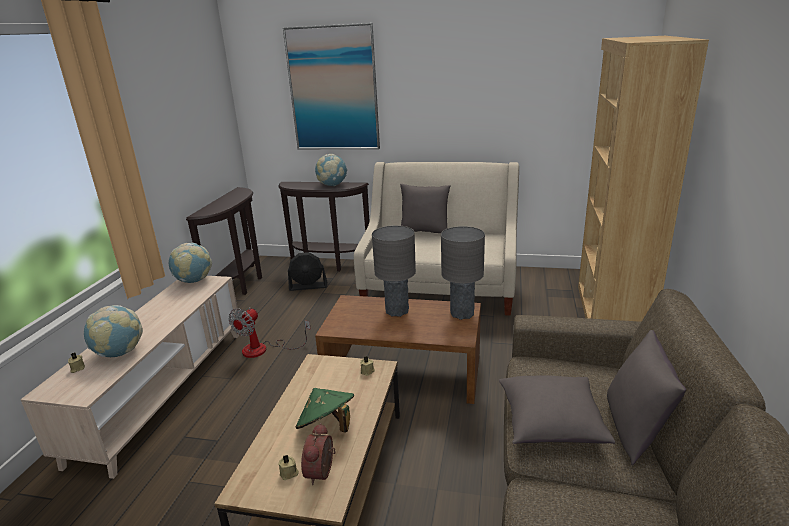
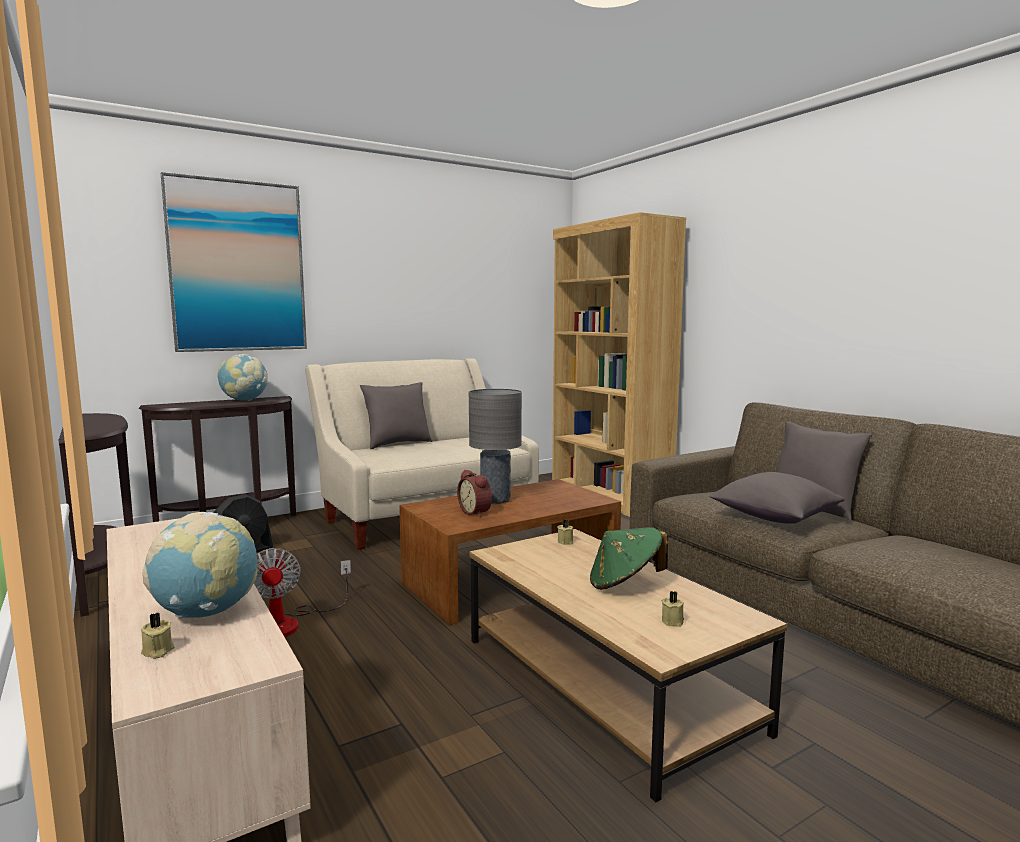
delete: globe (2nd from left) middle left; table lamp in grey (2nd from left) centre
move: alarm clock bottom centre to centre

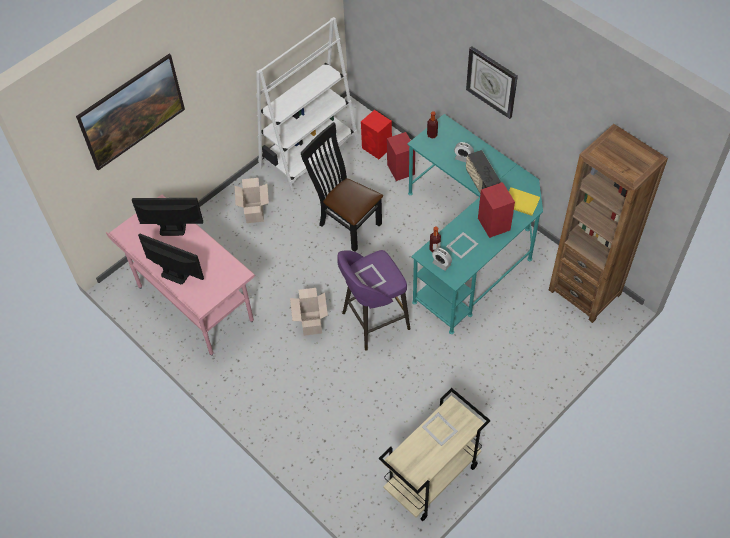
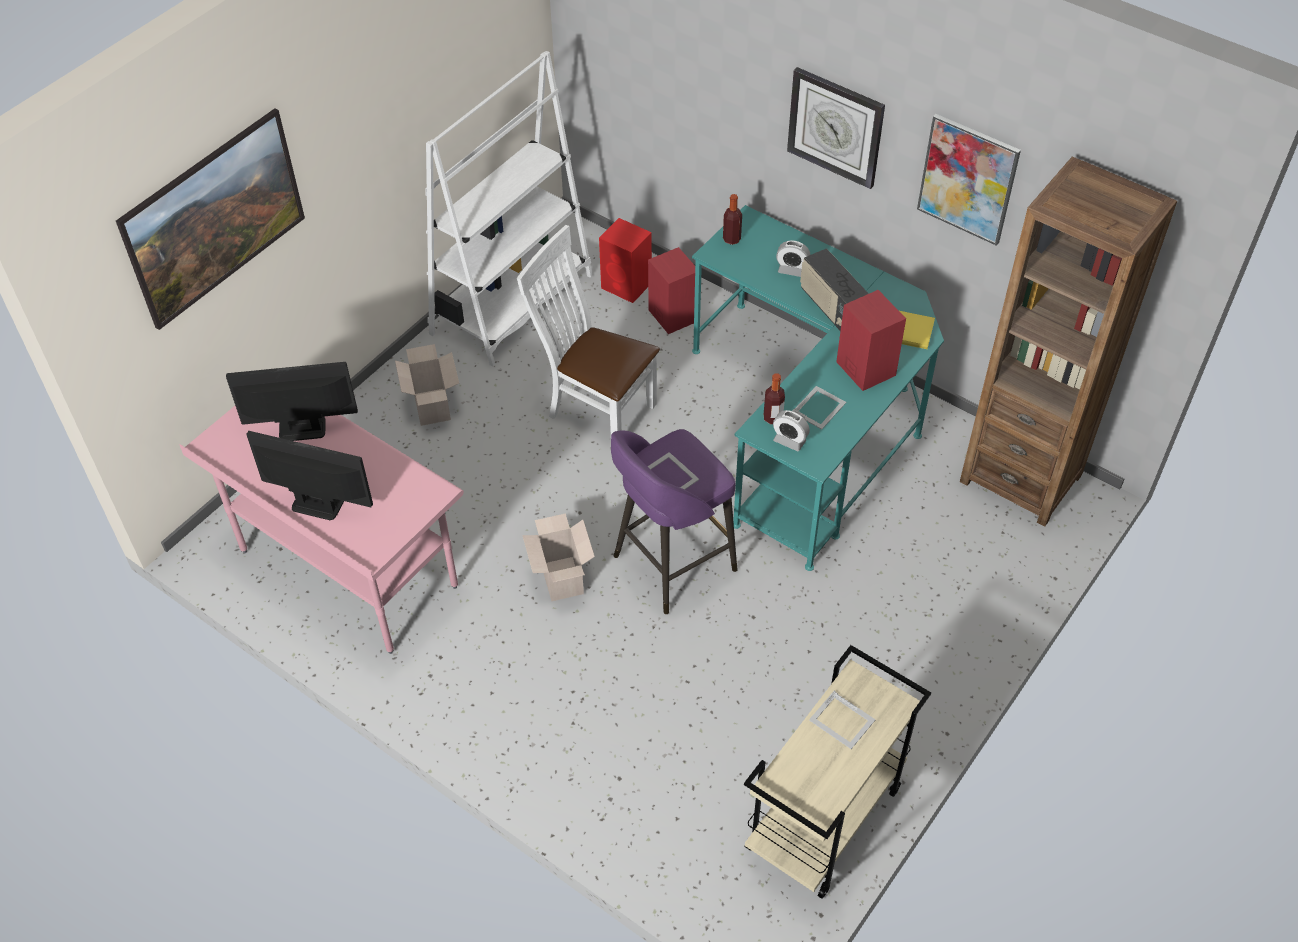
insert: picture (2nd from left) top right
recolor: chair in black centre to chair in white centre

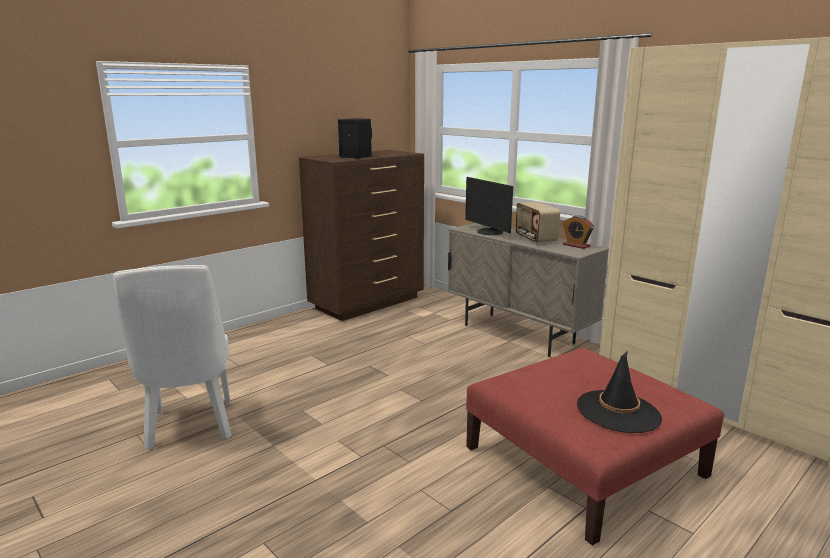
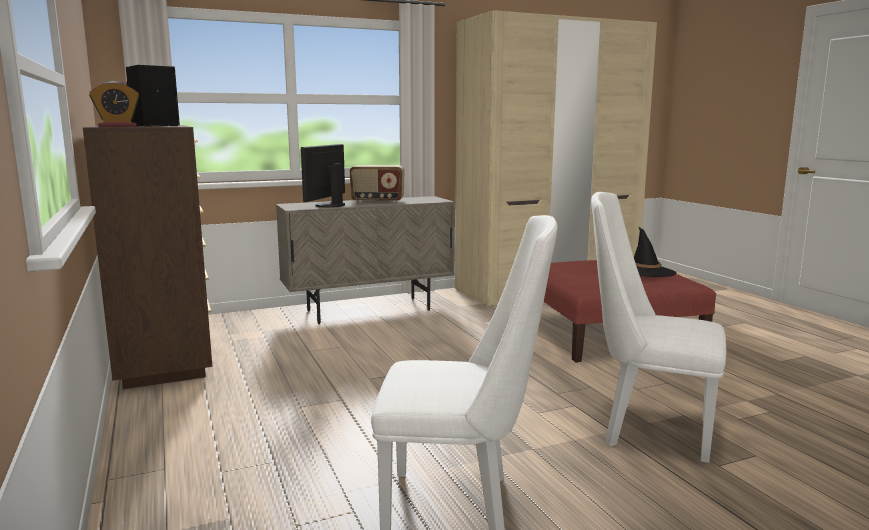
insert: chair in white (2nd from left) middle right
move: alarm clock middle right to top left
rotate: monitor centre = top centre 120 degrees clockwise

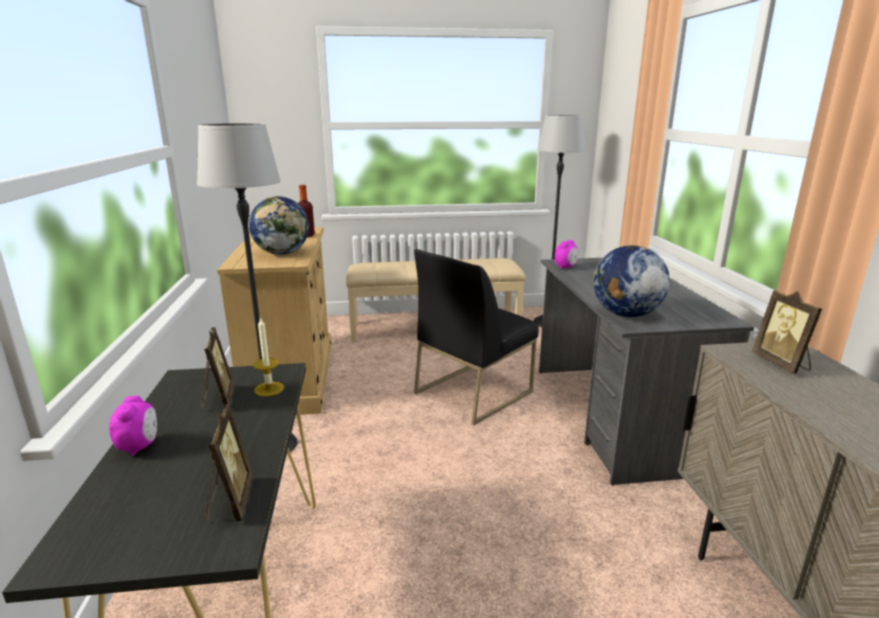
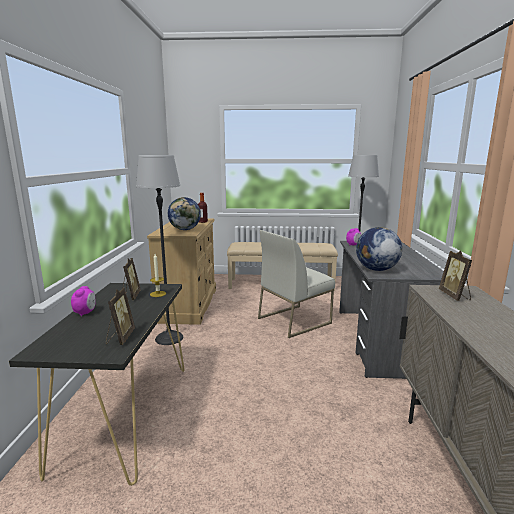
recolor: chair in black centre to chair in white centre

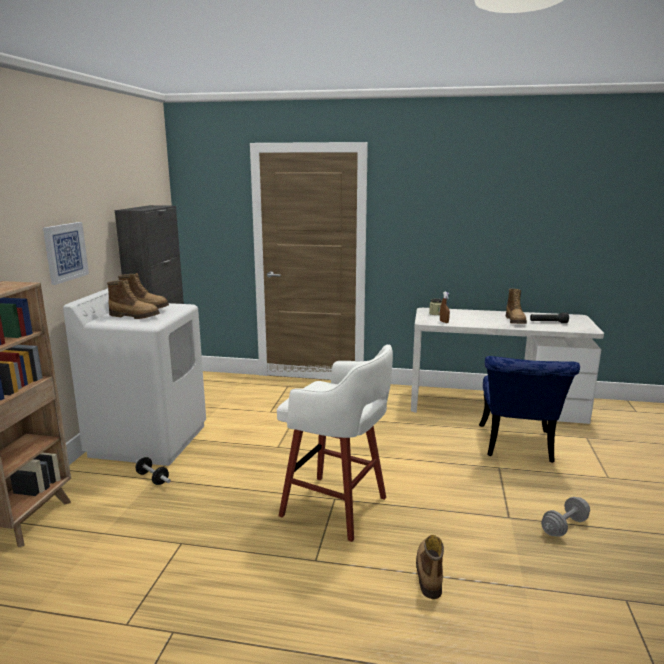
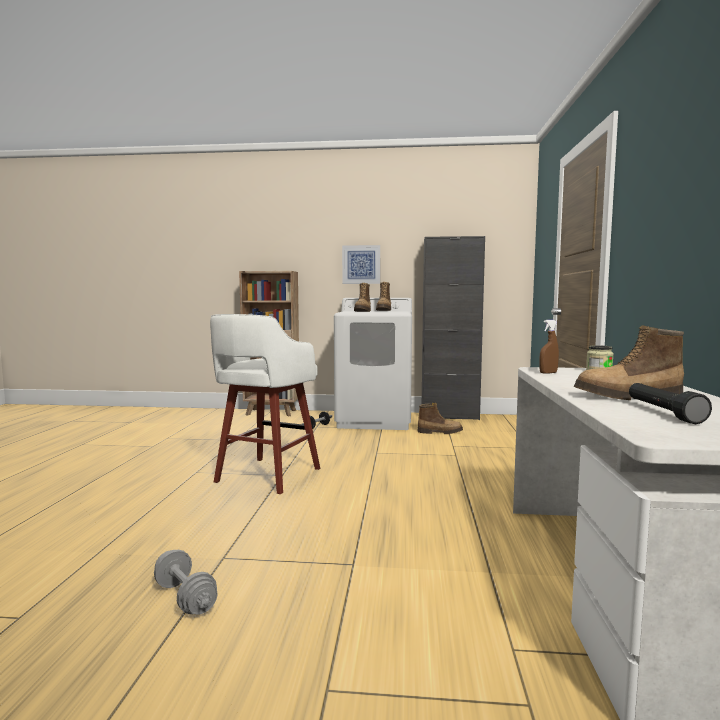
delete: chair in blue middle right
move: boot (3rd from left) bottom centre to centre

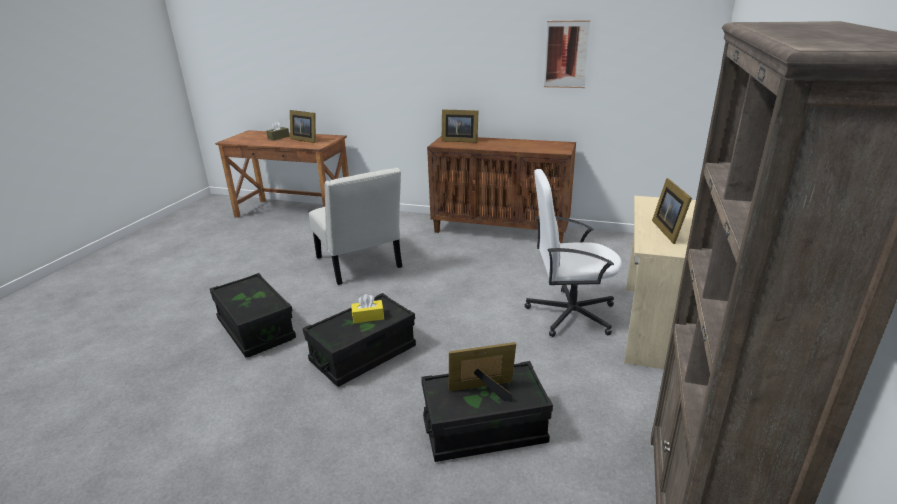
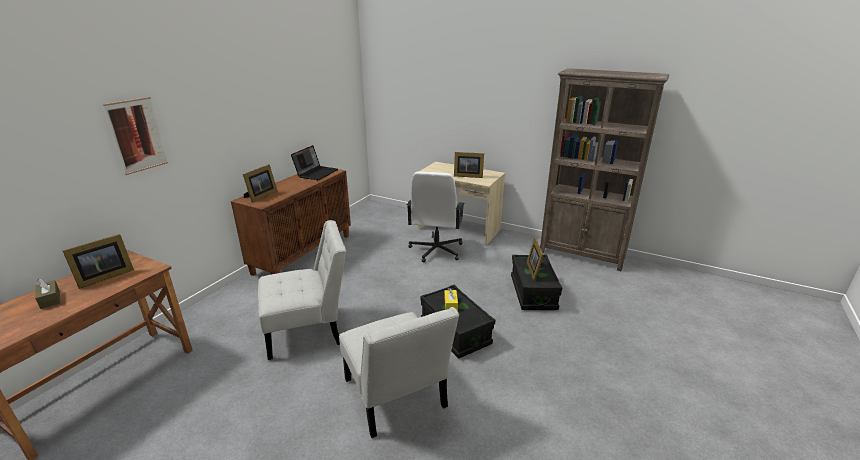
insert: laptop centre
move: picture top centre to top left
replace: storage box in black (1st from left) middle left to chair in white (2nd from left) bottom centre

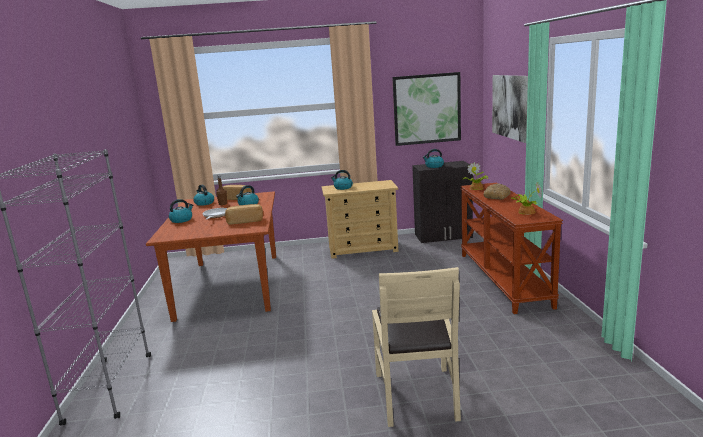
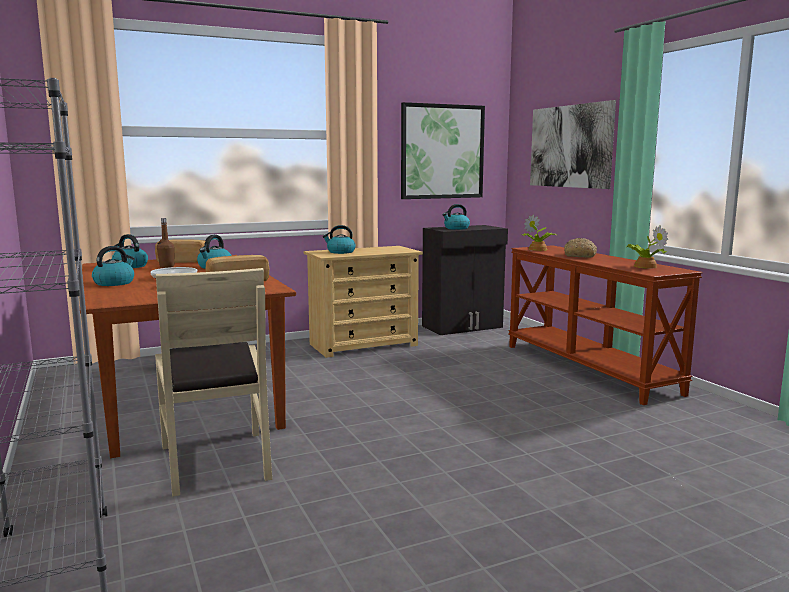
move: chair in beige bottom centre to middle left

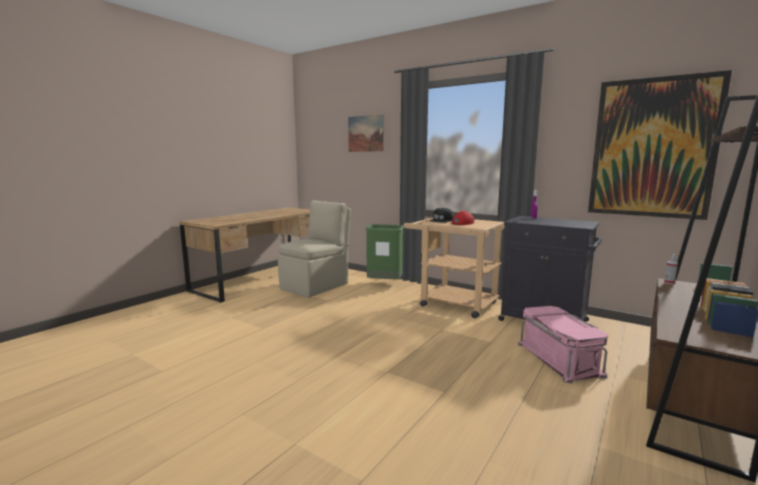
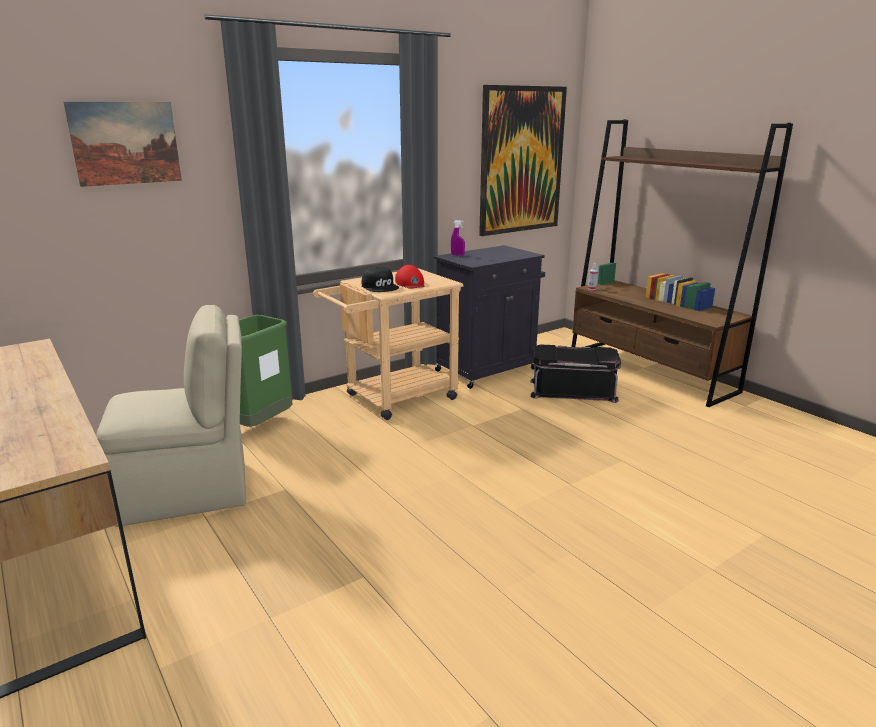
recolor: storage box in pink bottom right to storage box in black centre
rotate: chair in beige centre = middle left 105 degrees clockwise

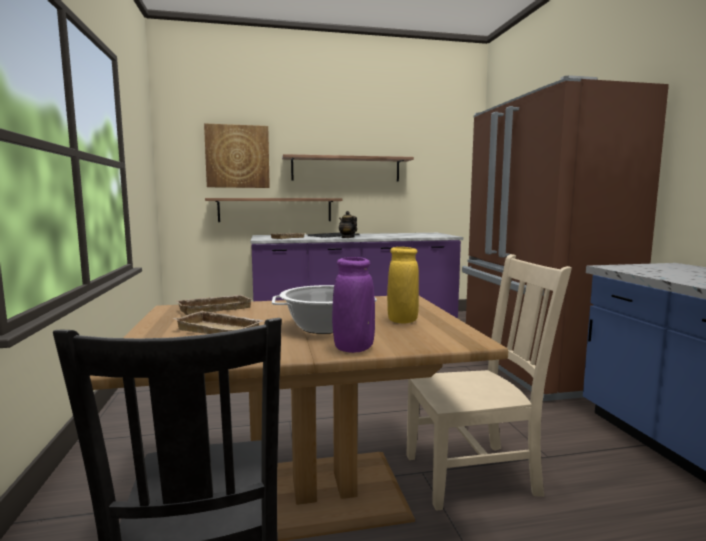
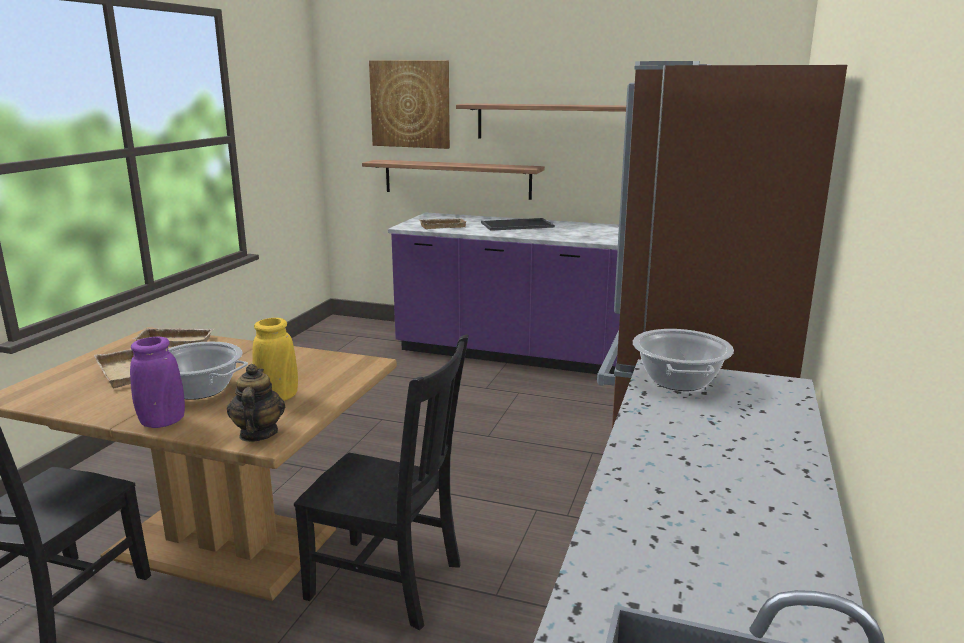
insert: cooking pot (2nd from left) middle right
move: teapot centre to middle left
recolor: chair in beige bottom right to chair in black (2nd from left) bottom centre

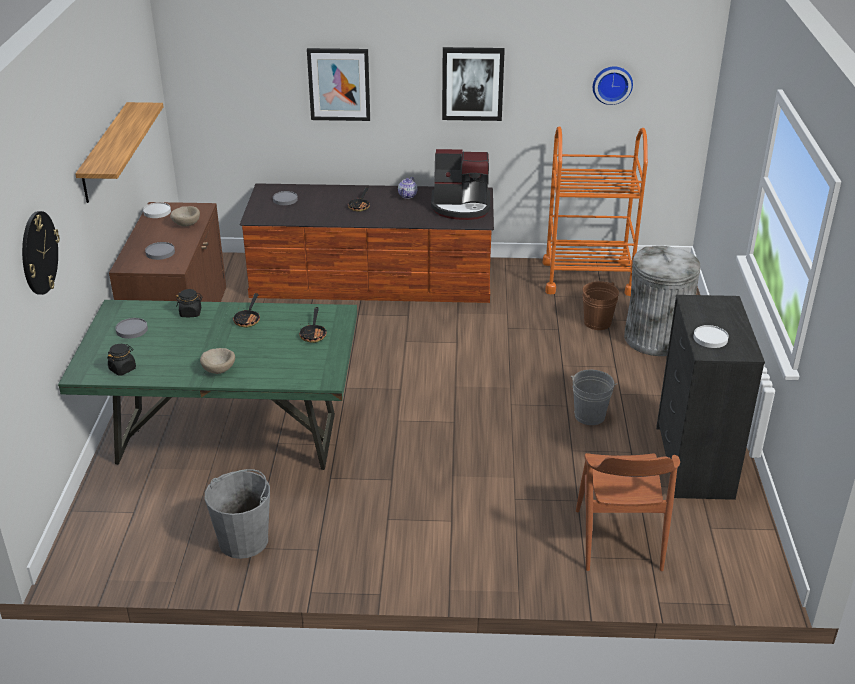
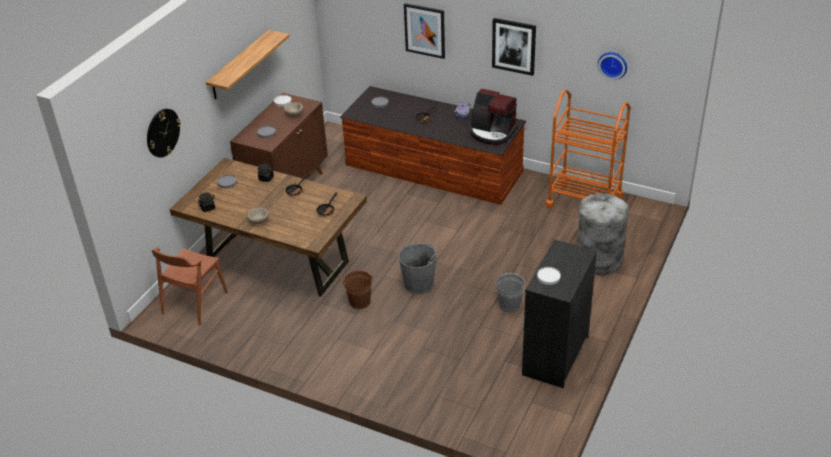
move: bucket in grey (1st from left) bottom left to centre; chair in brown bottom right to middle left; bucket in brown middle right to centre
recolor: dining table in green middle left to dining table in brown middle left

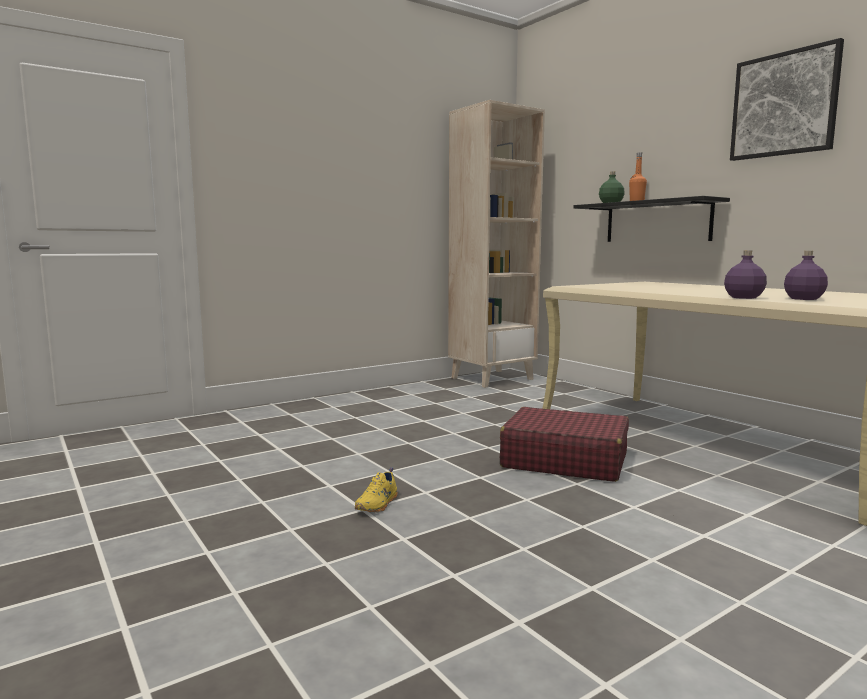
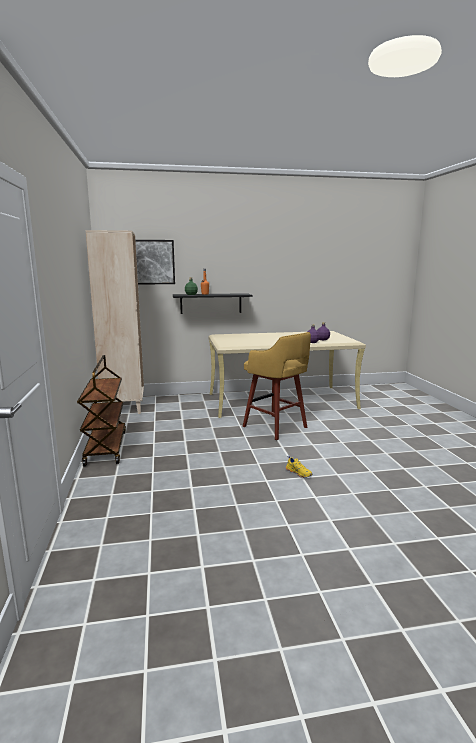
insert: cart in brown middle left
move: picture top right to middle left
replace: suitcase in red centre to stool in yellow centre

